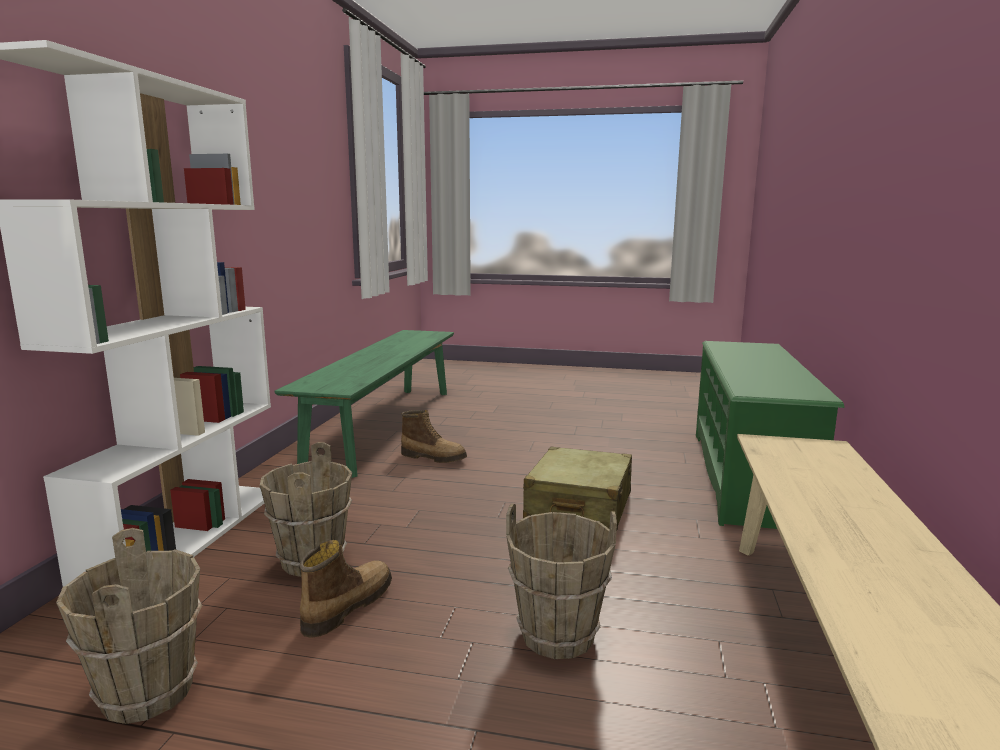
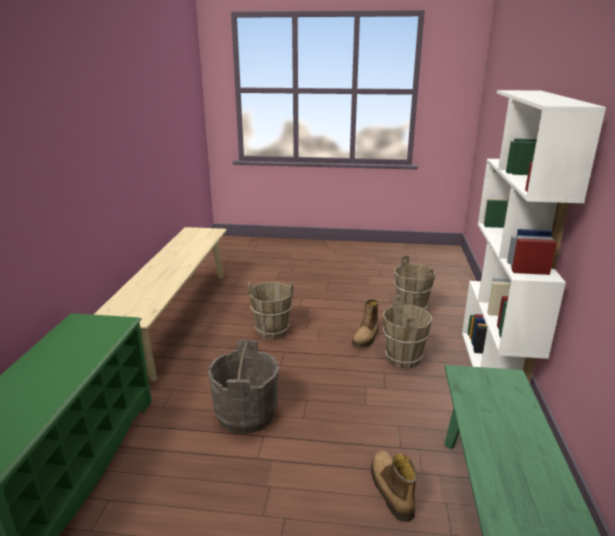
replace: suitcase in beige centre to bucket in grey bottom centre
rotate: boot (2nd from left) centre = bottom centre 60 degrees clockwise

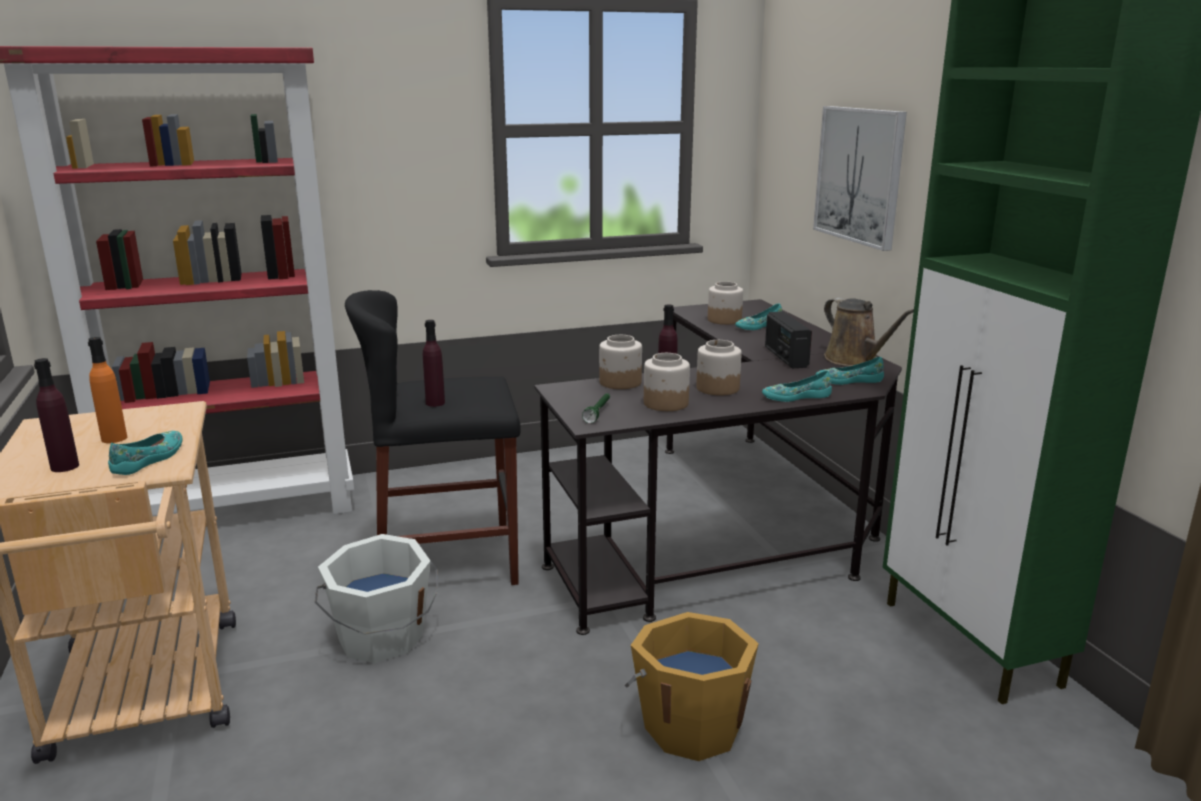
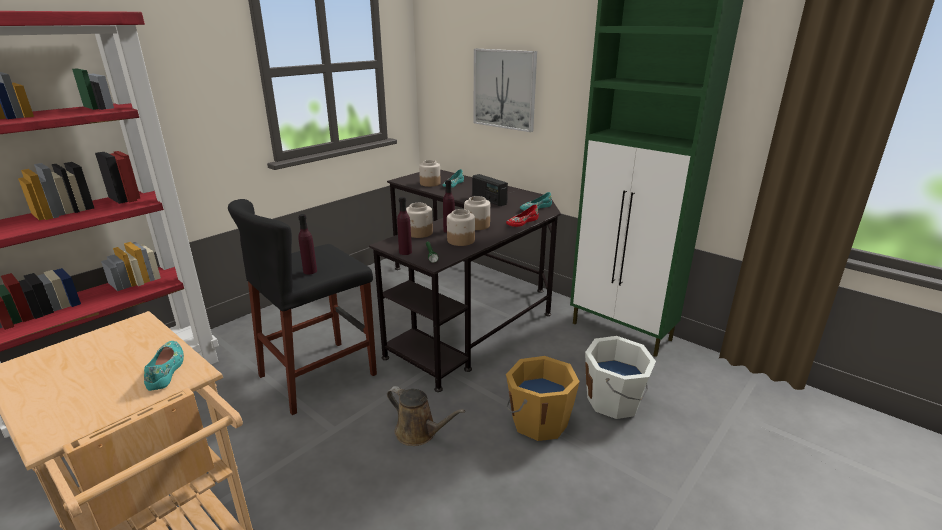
delete: bottle in orange middle left
move: bottle in purple (1st from left in the first image) middle left to bottle in purple (2nd from left) centre; bucket in white bottom left to bottom centre; watering can in brown middle right to bottom centre
recolor: shoe in turquoise (3rd from left) centre to shoe in red centre

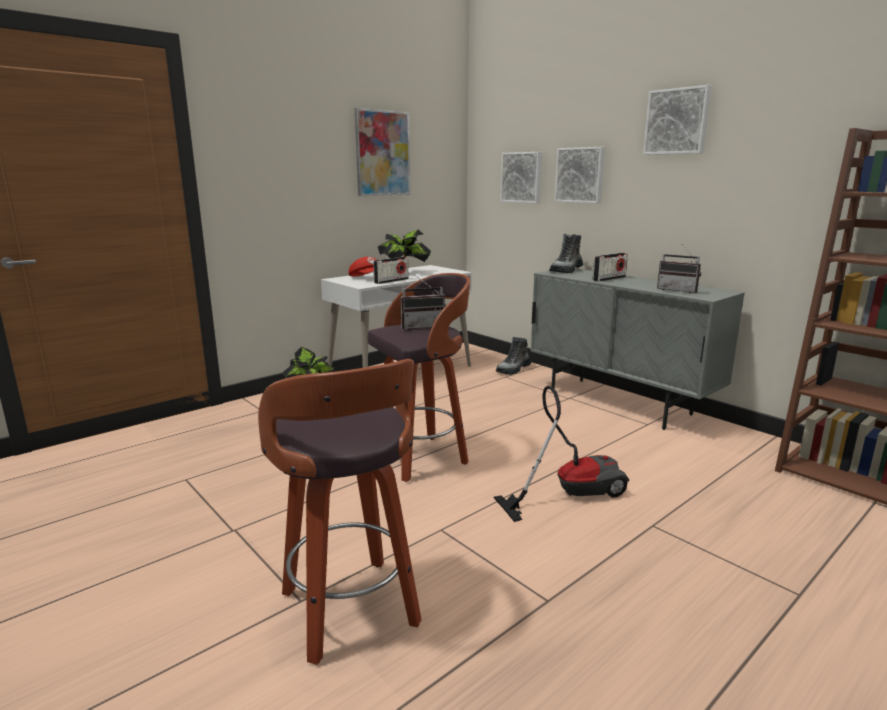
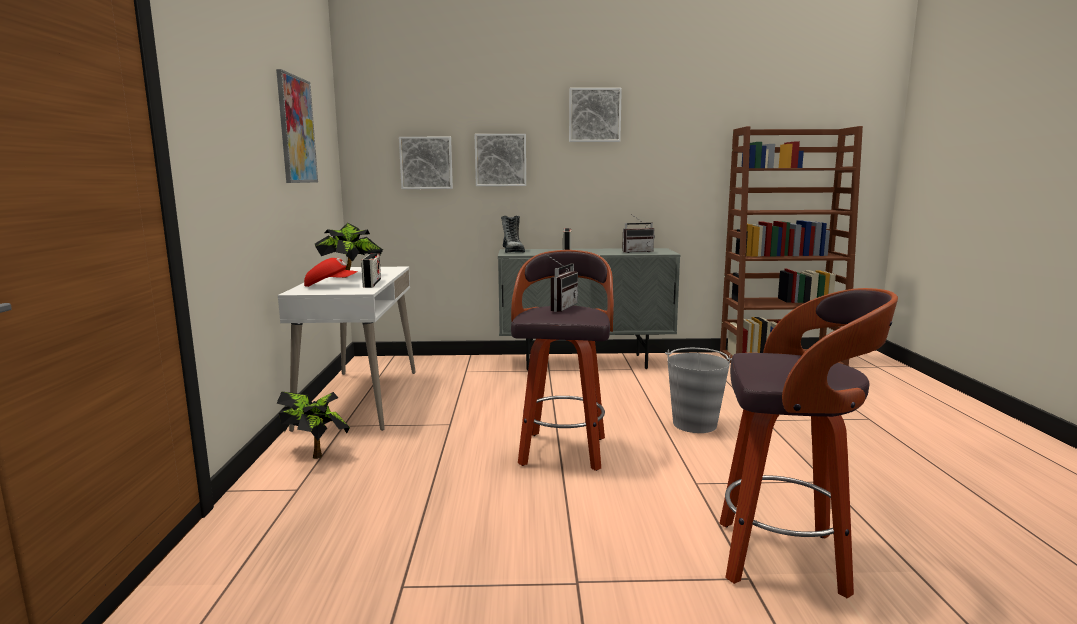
delete: boot (1st from left) centre
replace: vacuum cleaner centre to bucket in grey centre

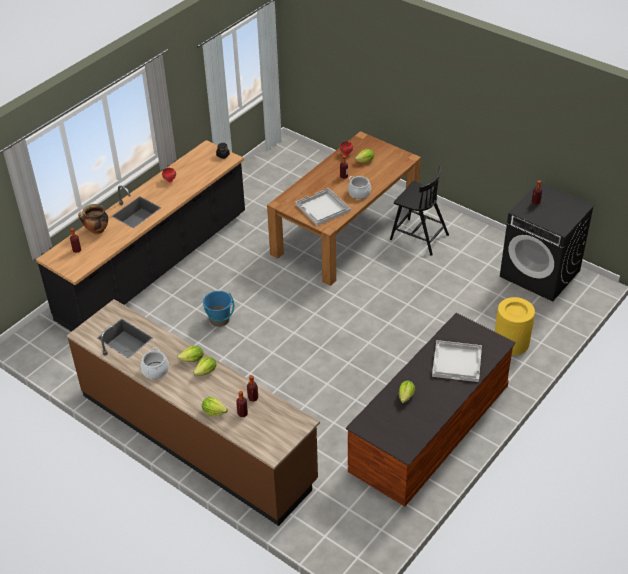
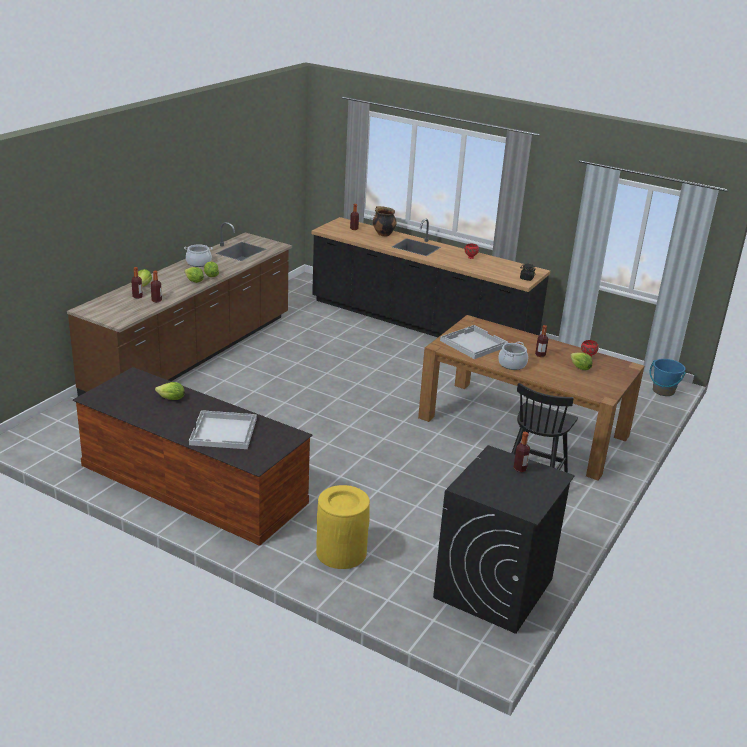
move: bucket in blue centre to middle right

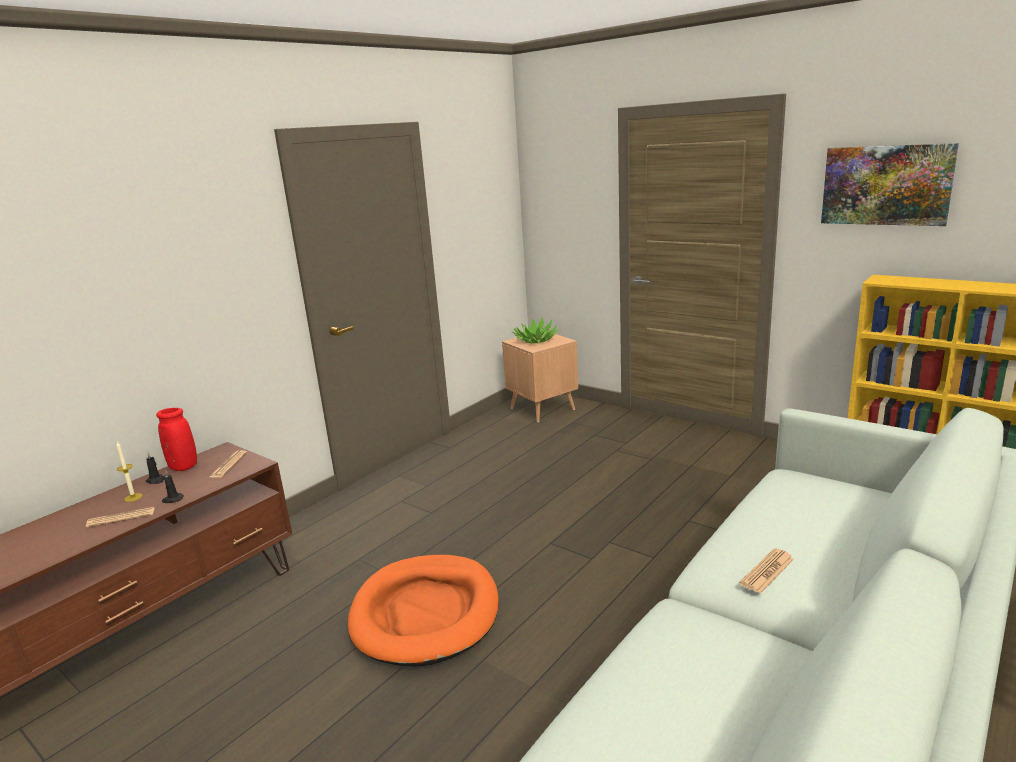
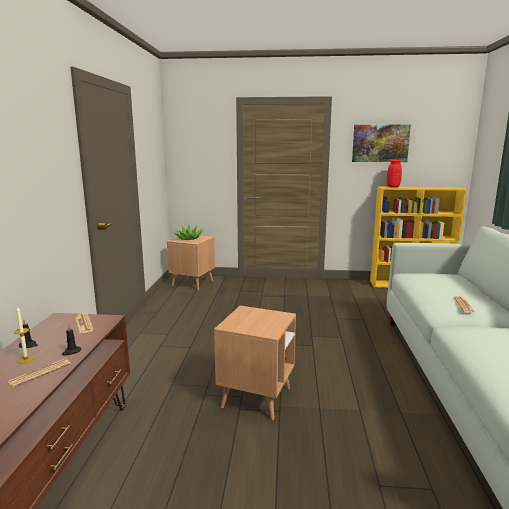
move: vase in red middle left to middle right
replace: dog bed in orange bottom centre to side table in brown (2nd from left) bottom centre

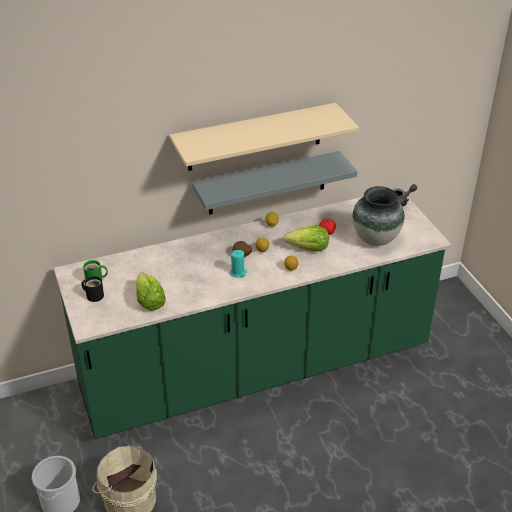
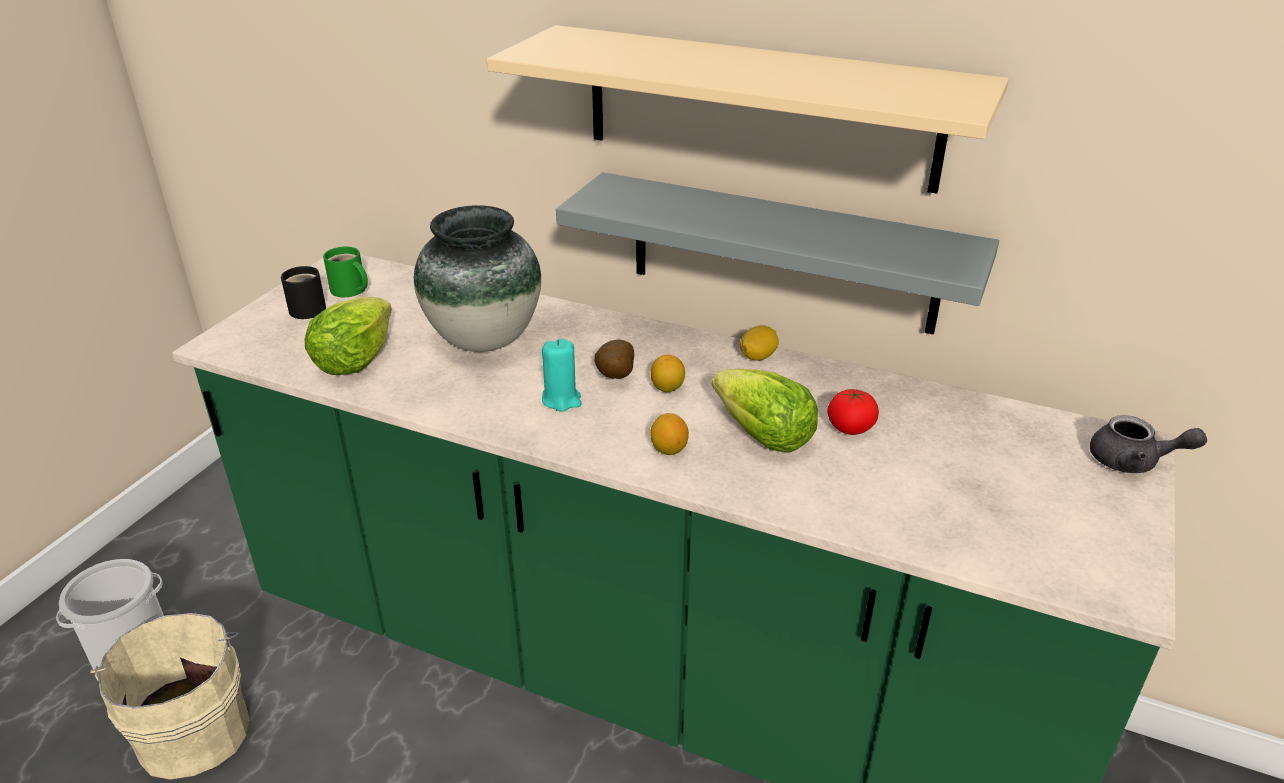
move: vase middle right to centre

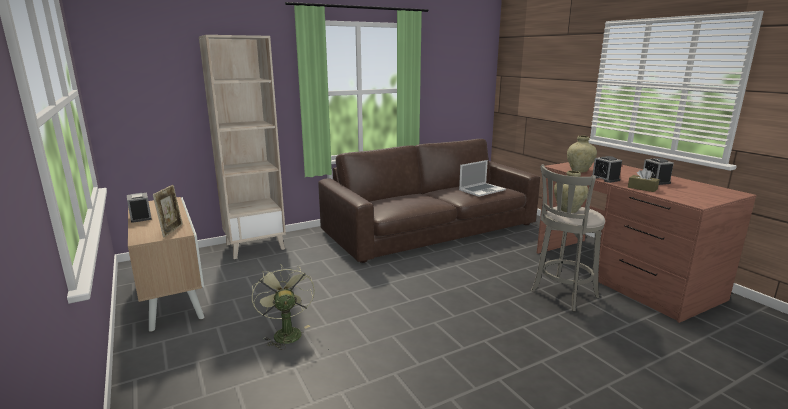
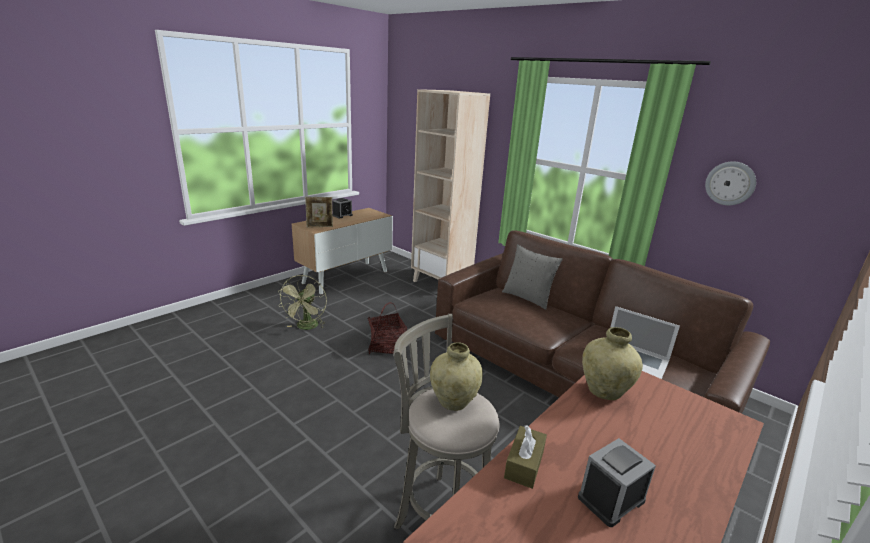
delete: alarm clock (2nd from left) middle right
insert: basket centre; pillow in grey centre; wall clock middle right
rotate: fan in green bottom centre = centre 135 degrees clockwise

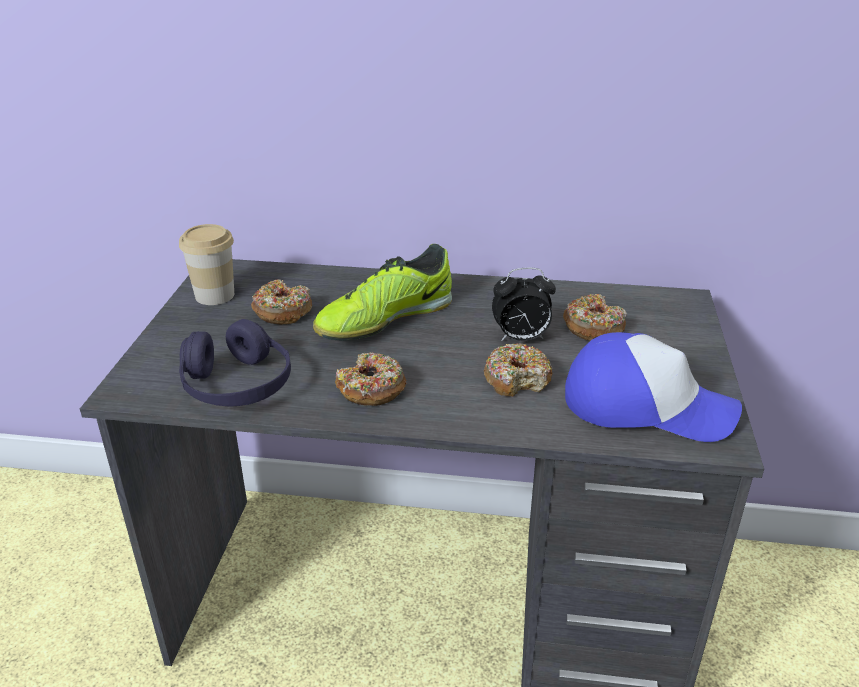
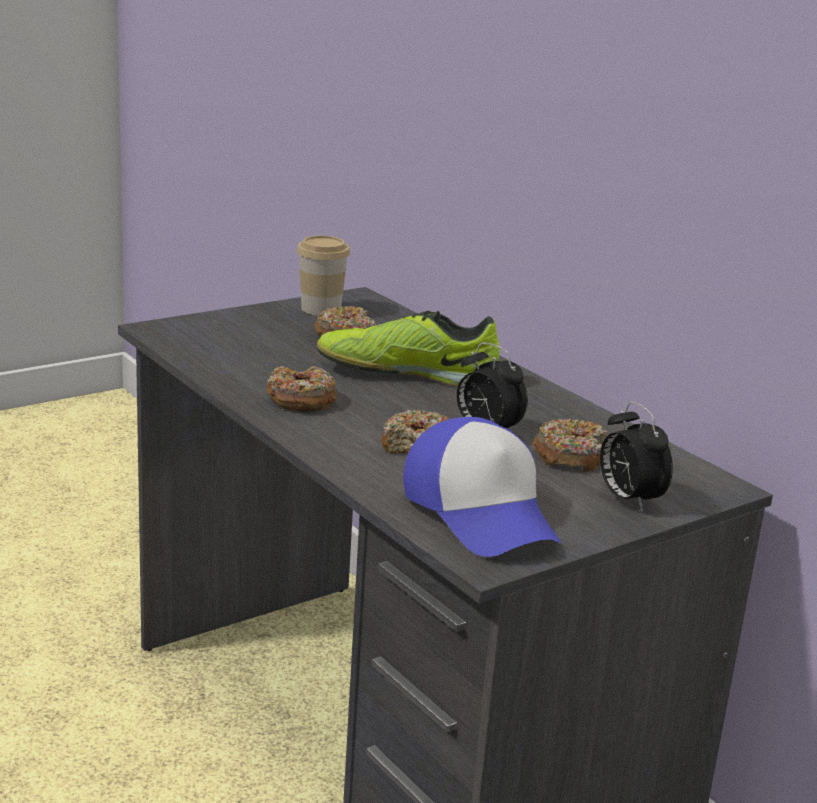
delete: headphones in purple middle left
insert: alarm clock (2nd from left) middle right

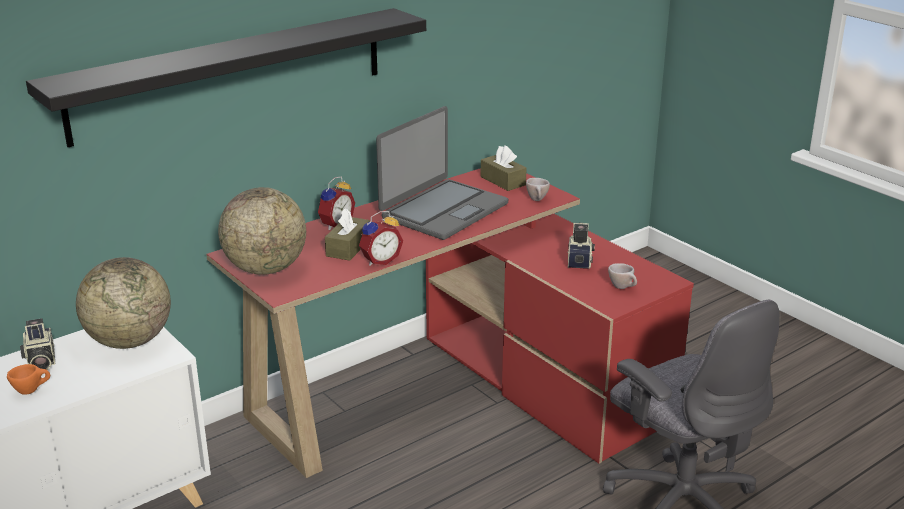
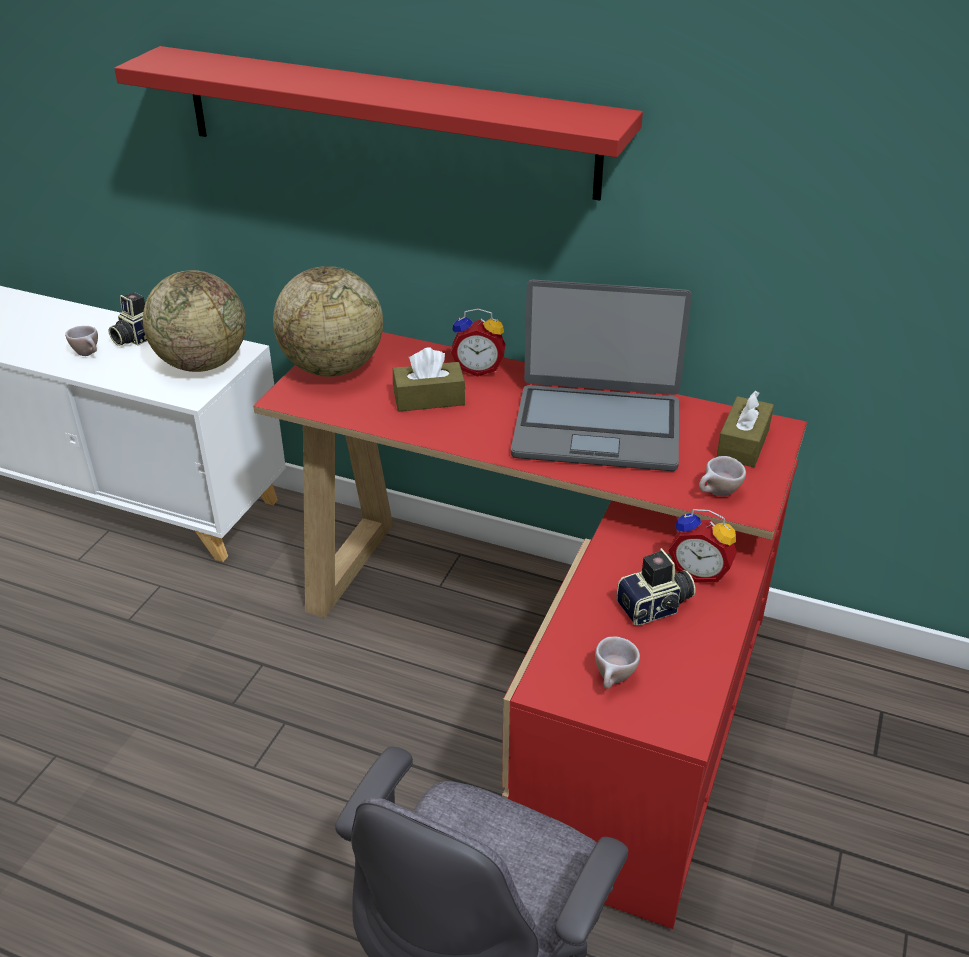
move: alarm clock (2nd from left) centre to middle right
recolor: cup in orange bottom left to cup in beige (1st from left) middle left; shelf in black top left to shelf in red top centre

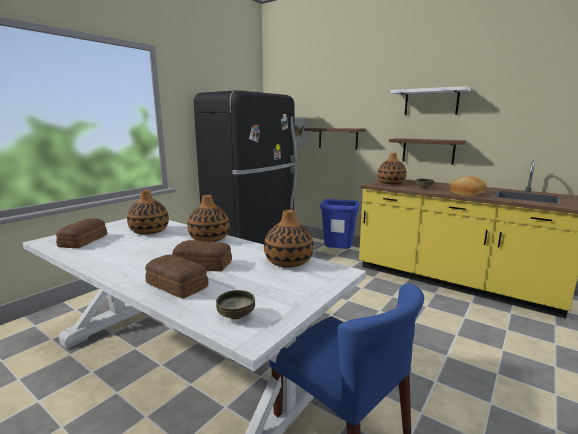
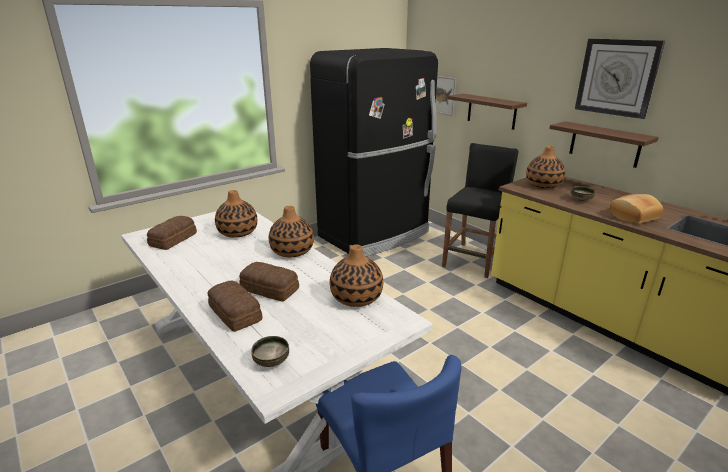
replace: trash can in blue centre to stool in black centre; shelf in white top right to wall clock top right

